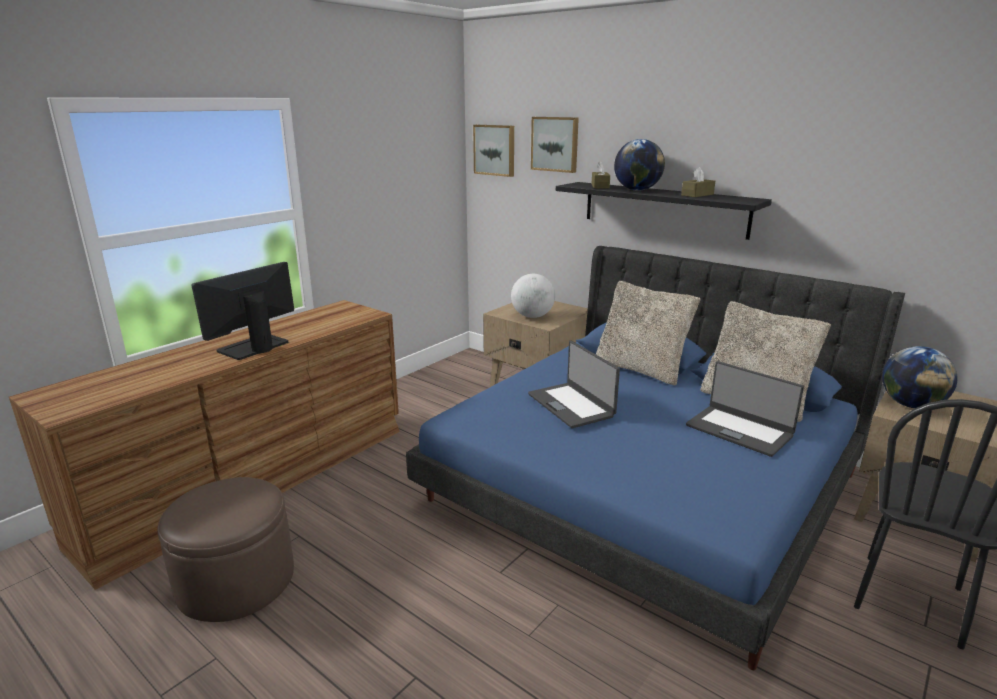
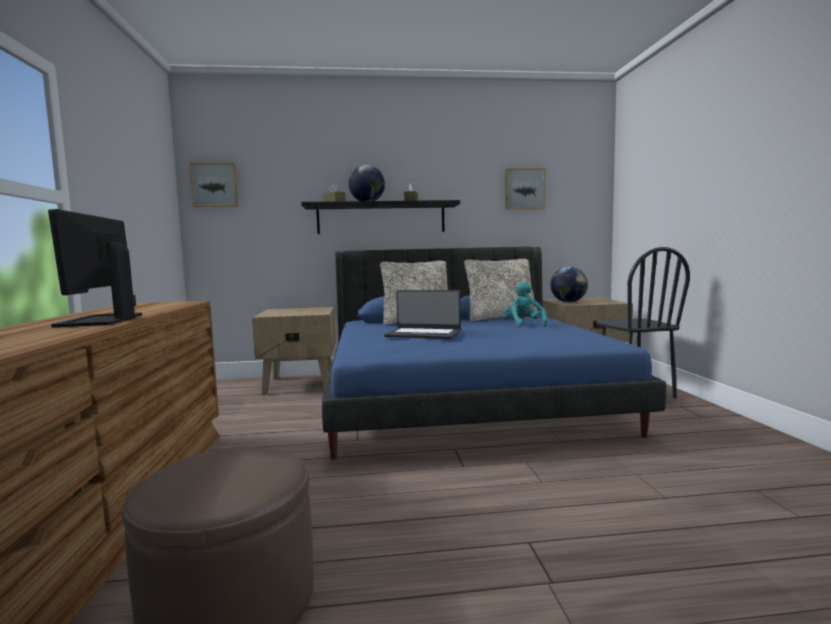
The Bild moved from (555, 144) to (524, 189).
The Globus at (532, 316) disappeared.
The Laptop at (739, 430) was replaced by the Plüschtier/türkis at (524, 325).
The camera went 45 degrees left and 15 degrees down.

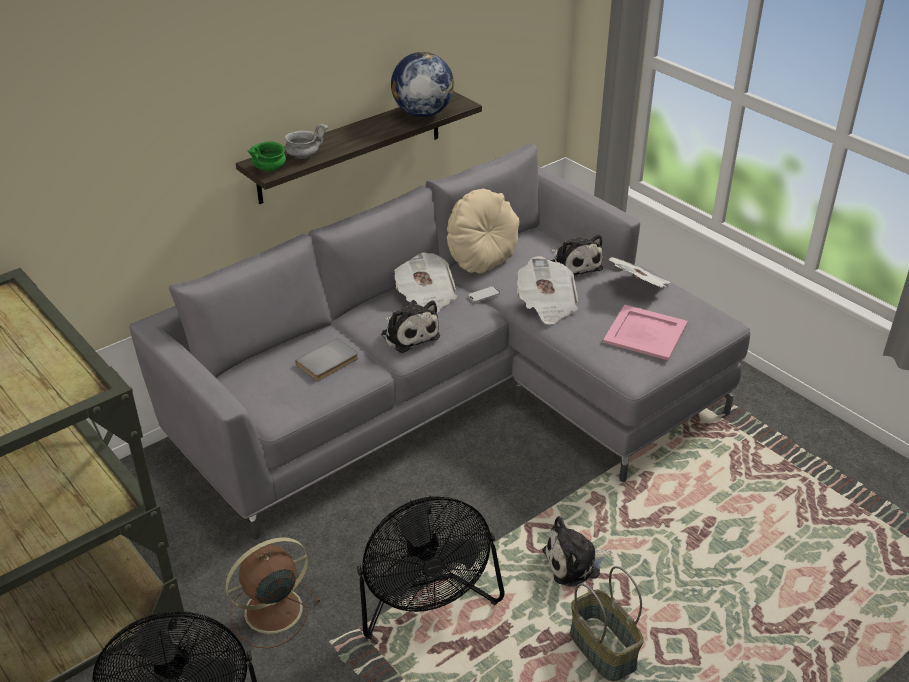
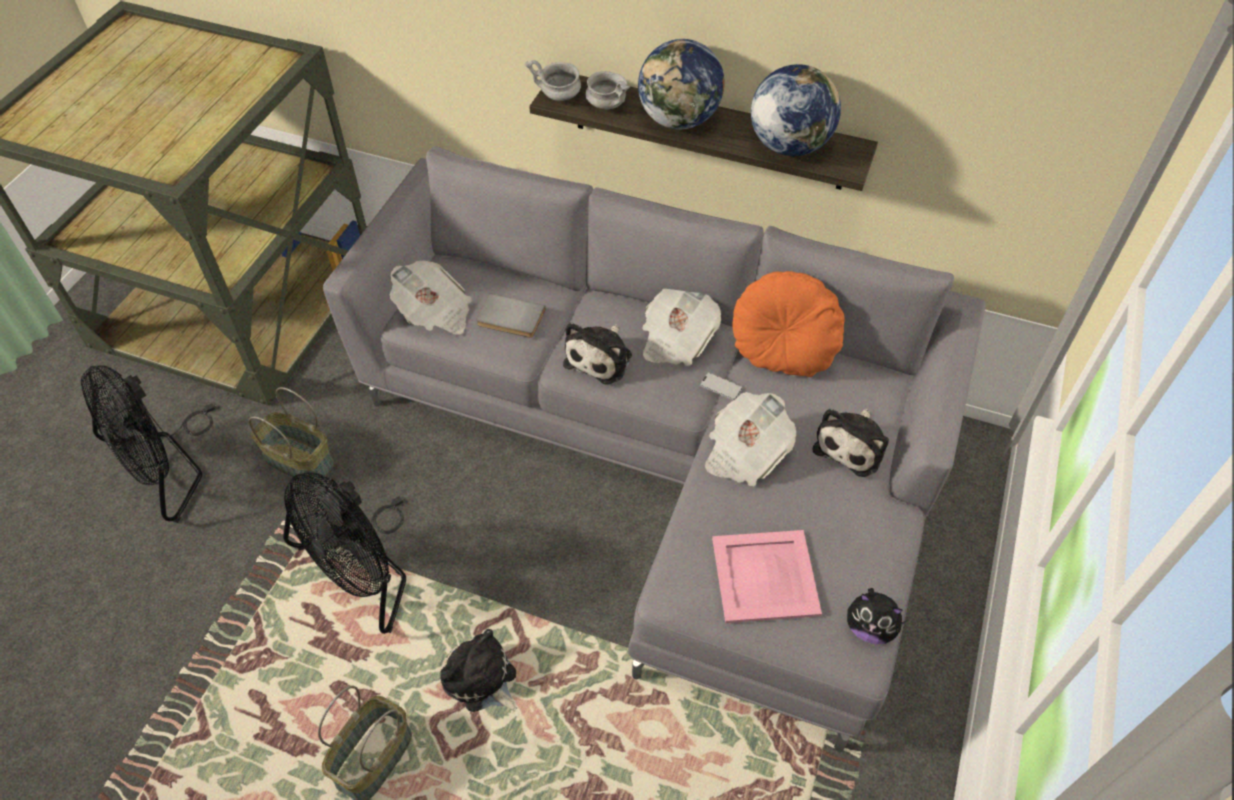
The Schüssel/grün at (269, 169) became the Schüssel/grau at (559, 96).
The Kissen/beige at (482, 262) became the Kissen/orange at (782, 357).
The Zeitung moved from (639, 287) to (435, 313).
The Ventilator/braun at (271, 611) was replaced by the Korb at (298, 461).
The Globus at (679, 120) appeared.
The Plüschtier at (870, 628) appeared.
The camera went 60 degrees right and 15 degrees up.

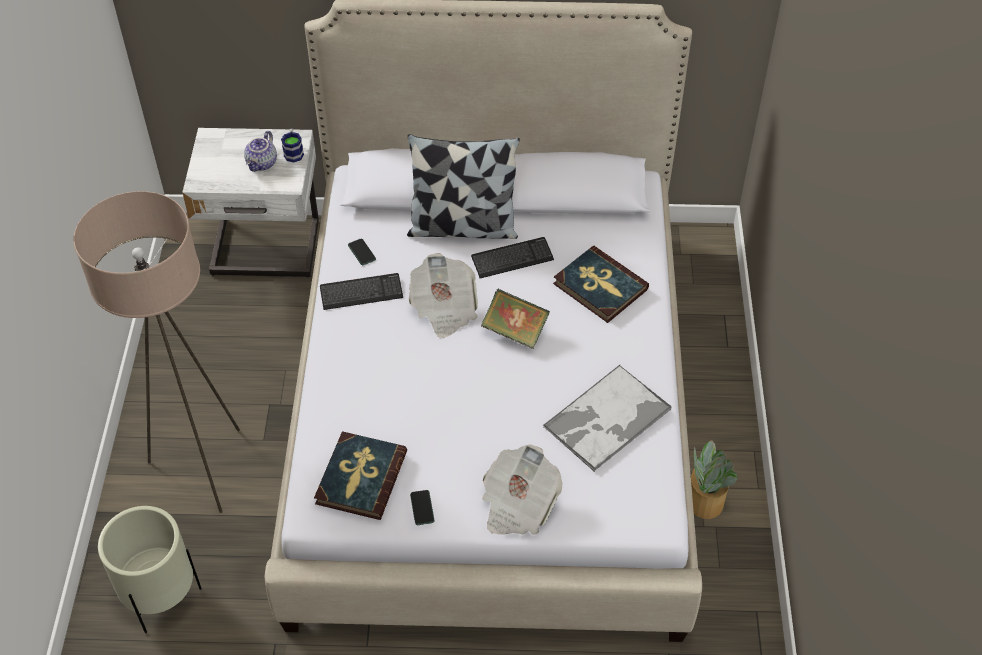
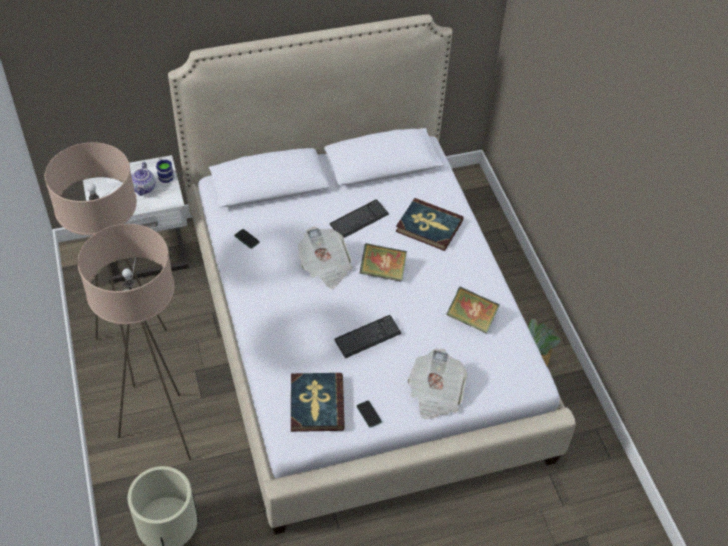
The Kissen at (463, 227) disappeared.
The Tastatur moved from (361, 293) to (367, 337).
The Tablett at (606, 419) was replaced by the Buch at (471, 319).
The Stehlampe/beige at (132, 352) appeared.
The camera went 20 degrees left and 0 degrees up.

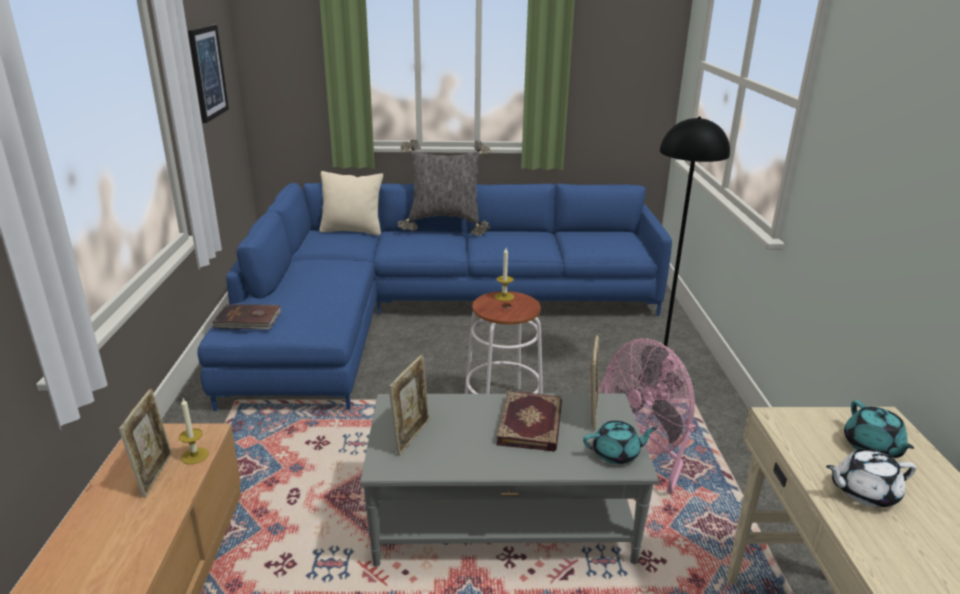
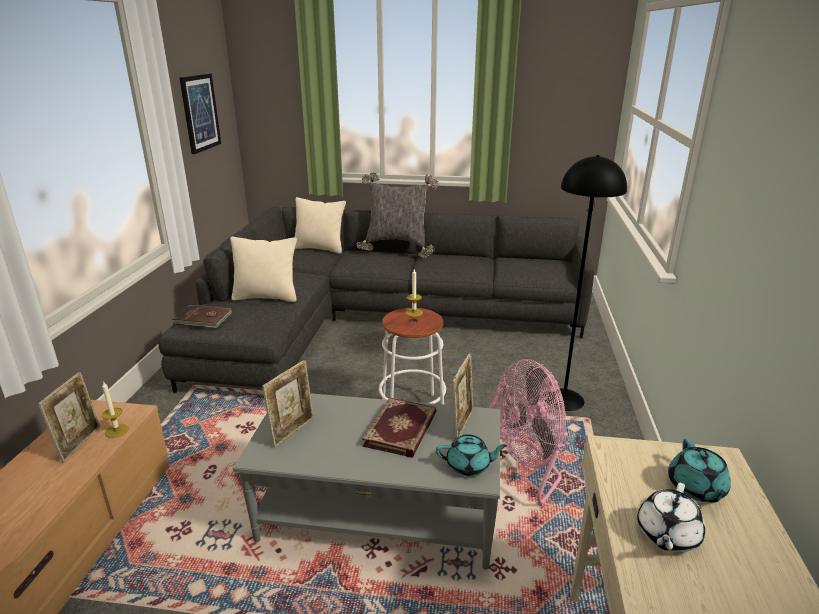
The Sofa/blau at (423, 311) became the Sofa/grau at (372, 321).
The Teekanne/weiß at (863, 492) turned 60 degrees counterclockwise.
The Kissen/beige at (266, 297) appeared.
The camera went 10 degrees right and 0 degrees up.

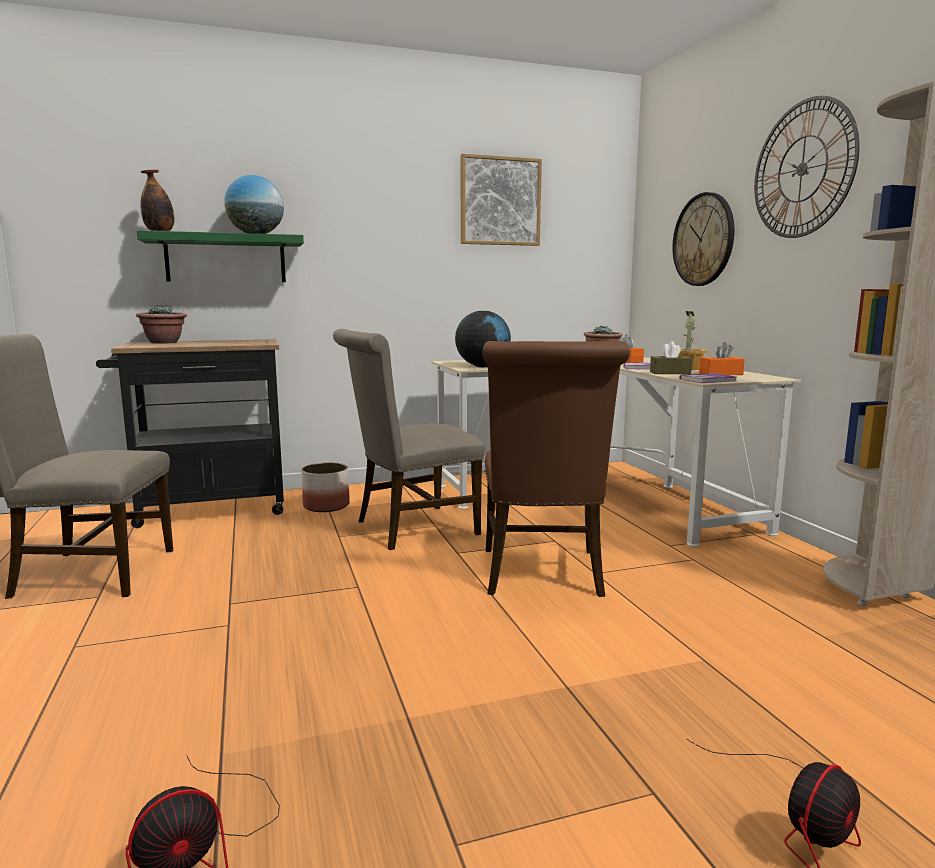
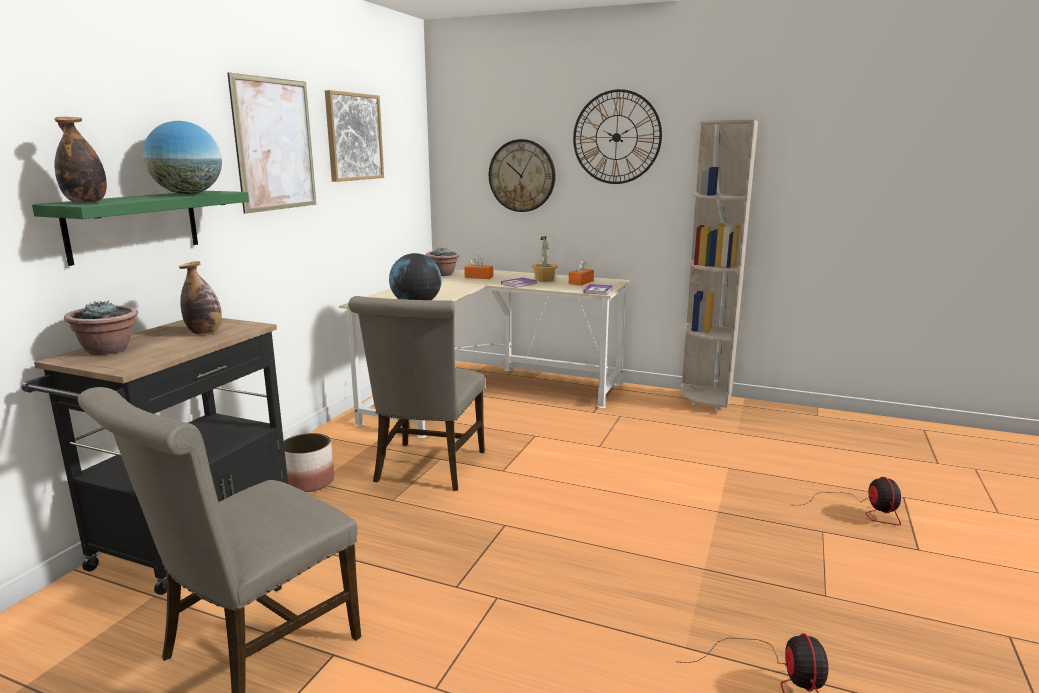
The Stuhl/braun at (543, 575) disappeared.
The Taschentuchbox/braun at (670, 373) disappeared.
The Bild at (275, 144) appeared.
The Flasche at (205, 332) appeared.
The camera went 50 degrees left and 5 degrees up.

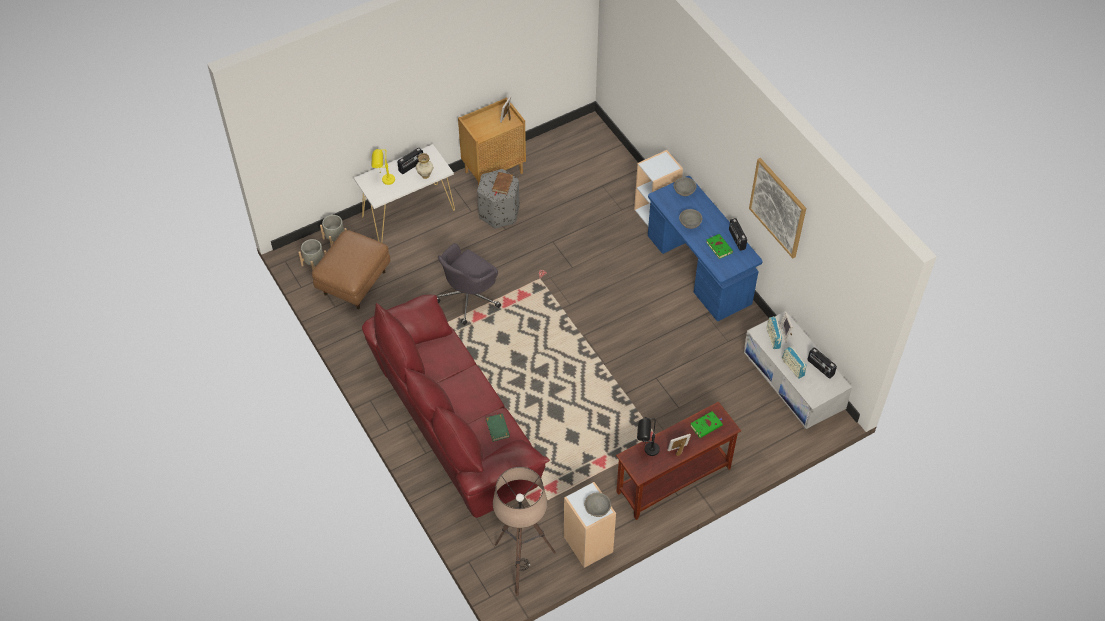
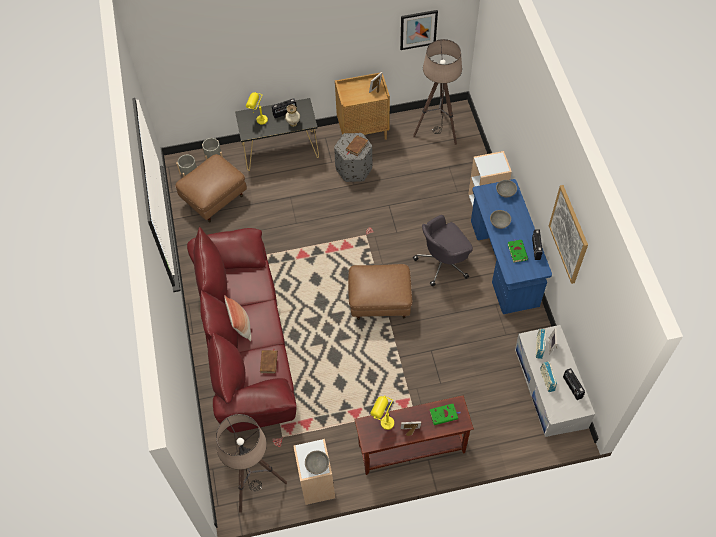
The Konsolentisch/weiß at (409, 213) became the Konsolentisch/schwarz at (281, 151).
The Bürostuhl/grau moved from (469, 297) to (443, 262).
The Buch/grün at (498, 428) became the Buch/braun at (269, 362).
The Tischlampe/schwarz at (646, 449) became the Tischlampe/gelb at (382, 421).
The Bild at (418, 29) appeared.
The Stehlampe at (437, 131) appeared.
The Polsterhocker/braun at (379, 303) appeared.
The Kissen at (241, 326) appeared.
The camera went 20 degrees right and 5 degrees up.

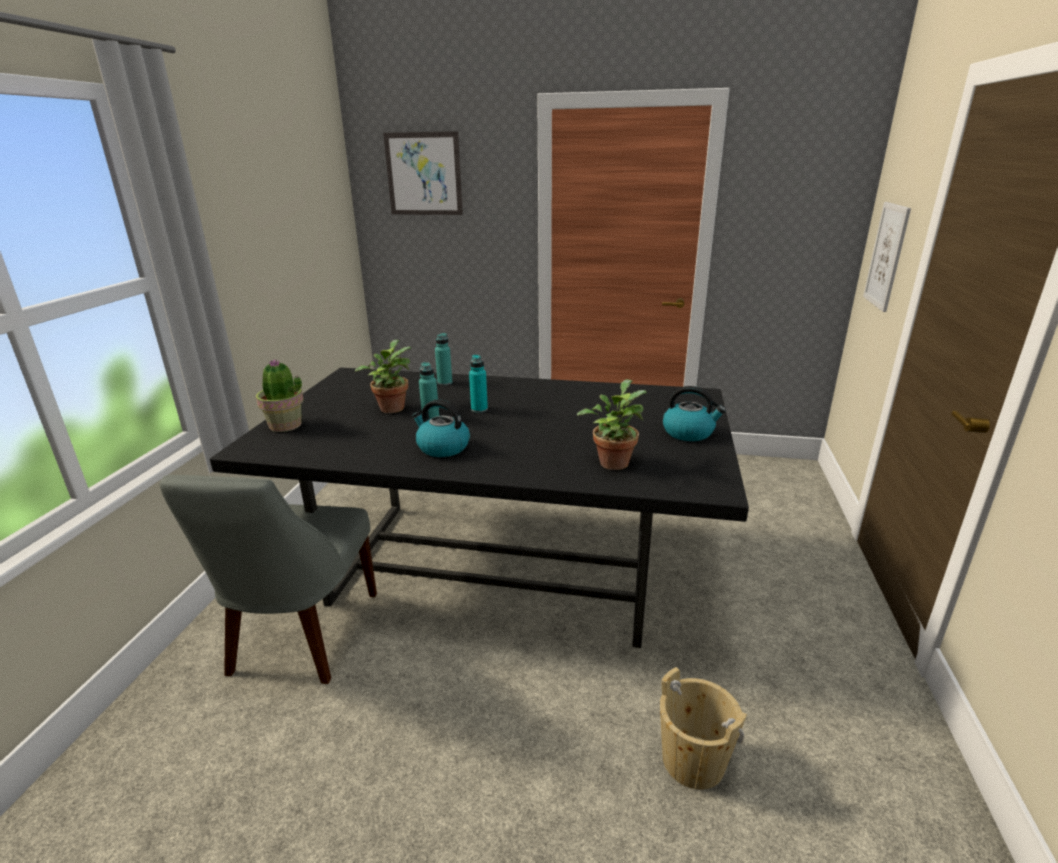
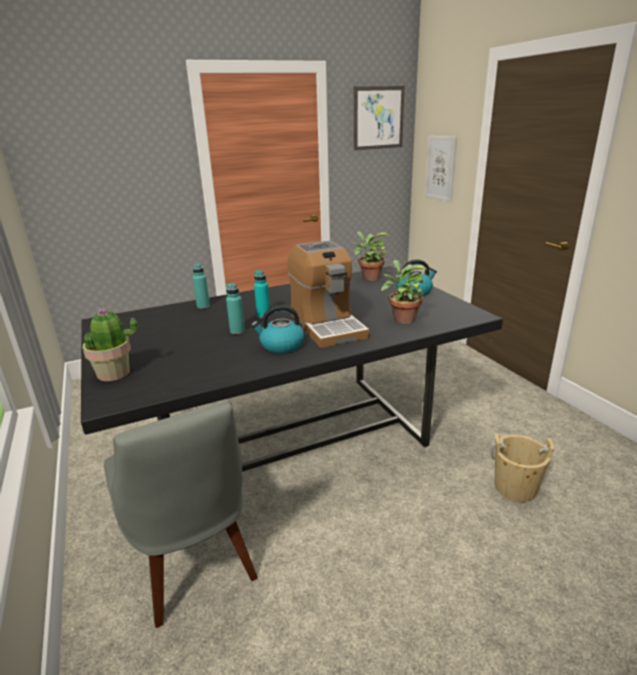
The Bild moved from (424, 174) to (378, 118).
The Topfpflanze moved from (392, 407) to (369, 278).
The Kaffeemaschine at (327, 325) appeared.
The camera went 35 degrees left and 0 degrees up.

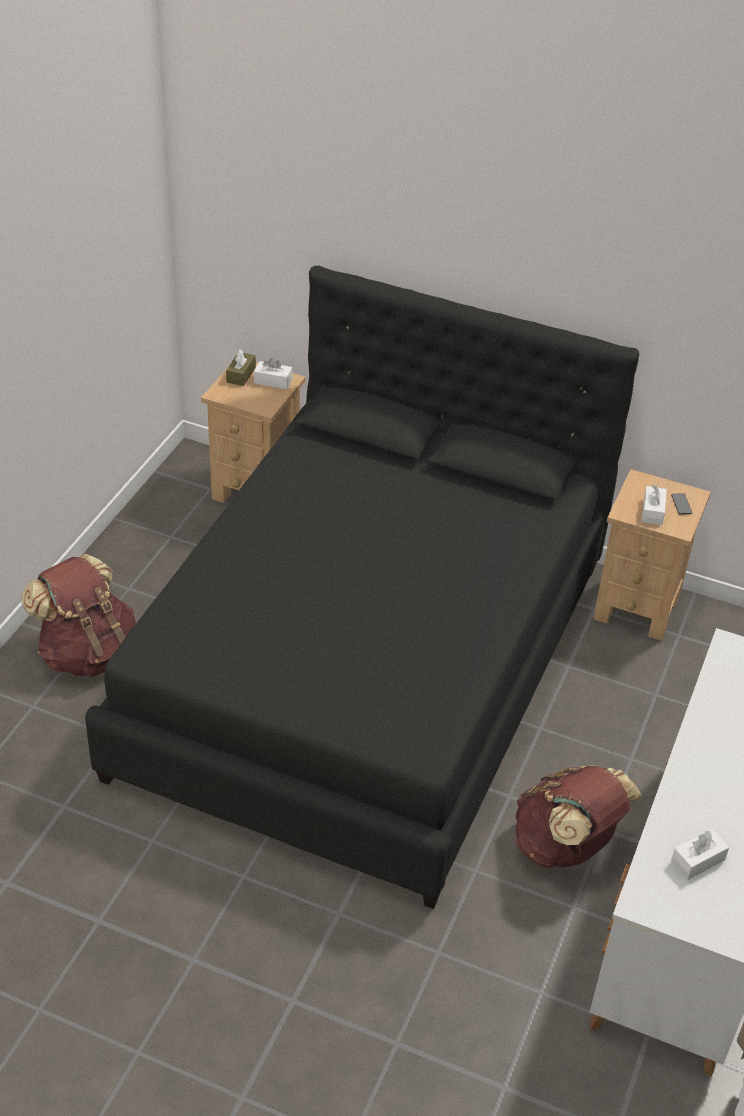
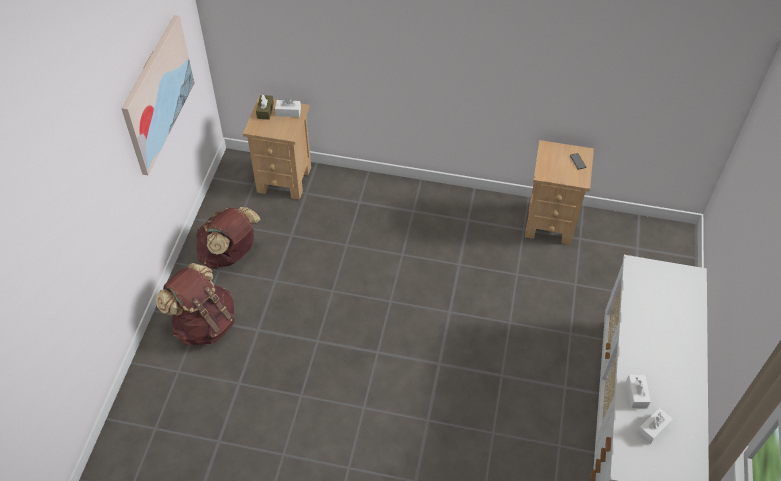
The Bett/schwarz at (367, 666) disappeared.
The Taschentuchbox/weiß moved from (652, 511) to (636, 394).
The Rucksack/braun moved from (565, 846) to (230, 254).
The Bild at (157, 94) appeared.
The camera went 10 degrees left and 10 degrees up.

